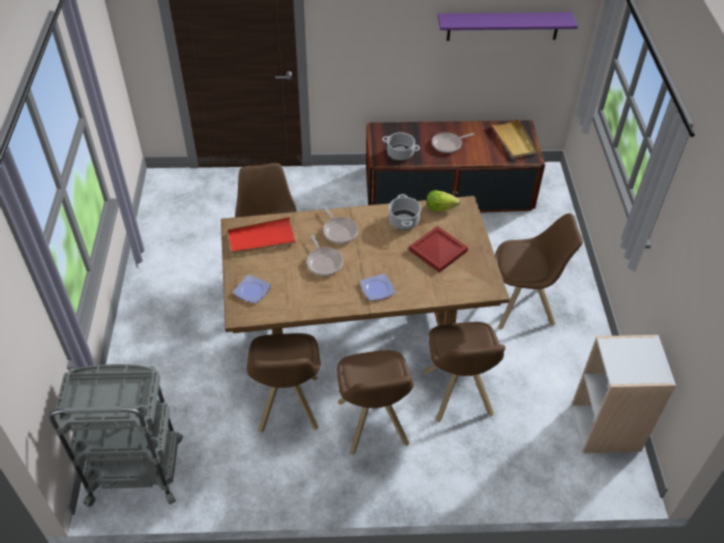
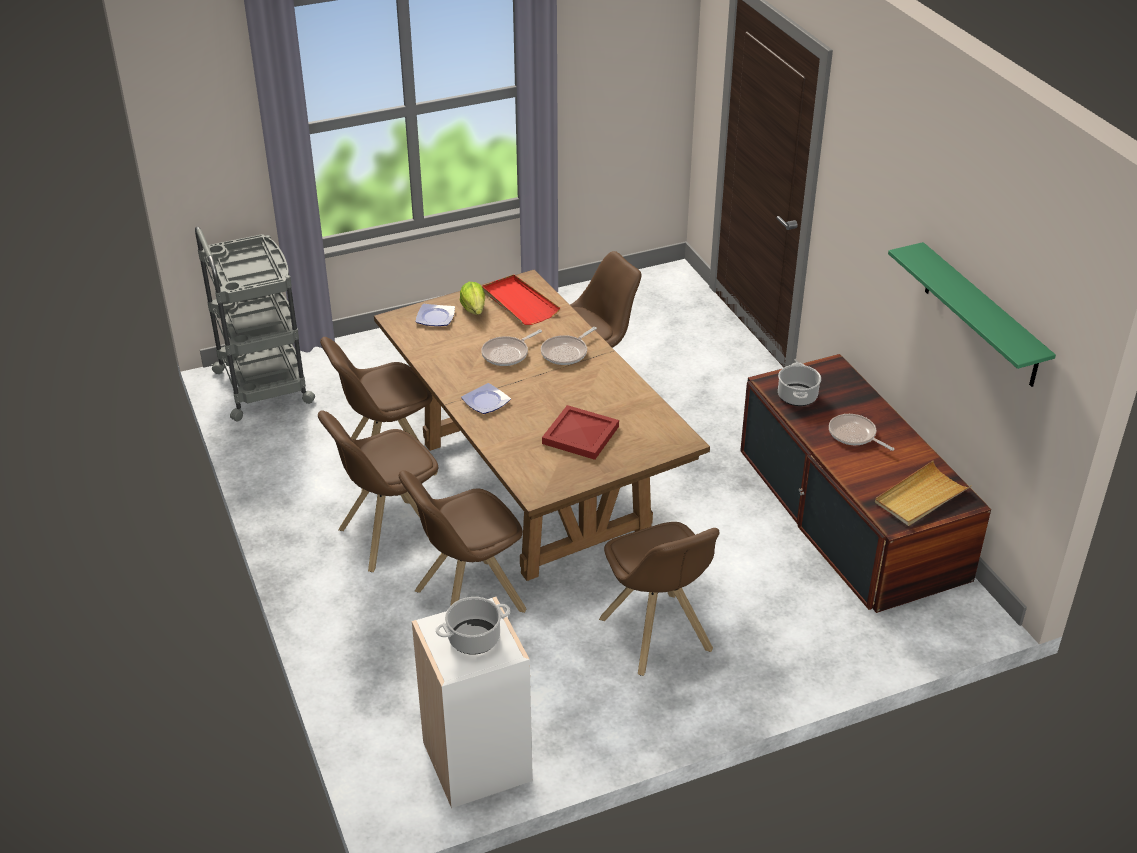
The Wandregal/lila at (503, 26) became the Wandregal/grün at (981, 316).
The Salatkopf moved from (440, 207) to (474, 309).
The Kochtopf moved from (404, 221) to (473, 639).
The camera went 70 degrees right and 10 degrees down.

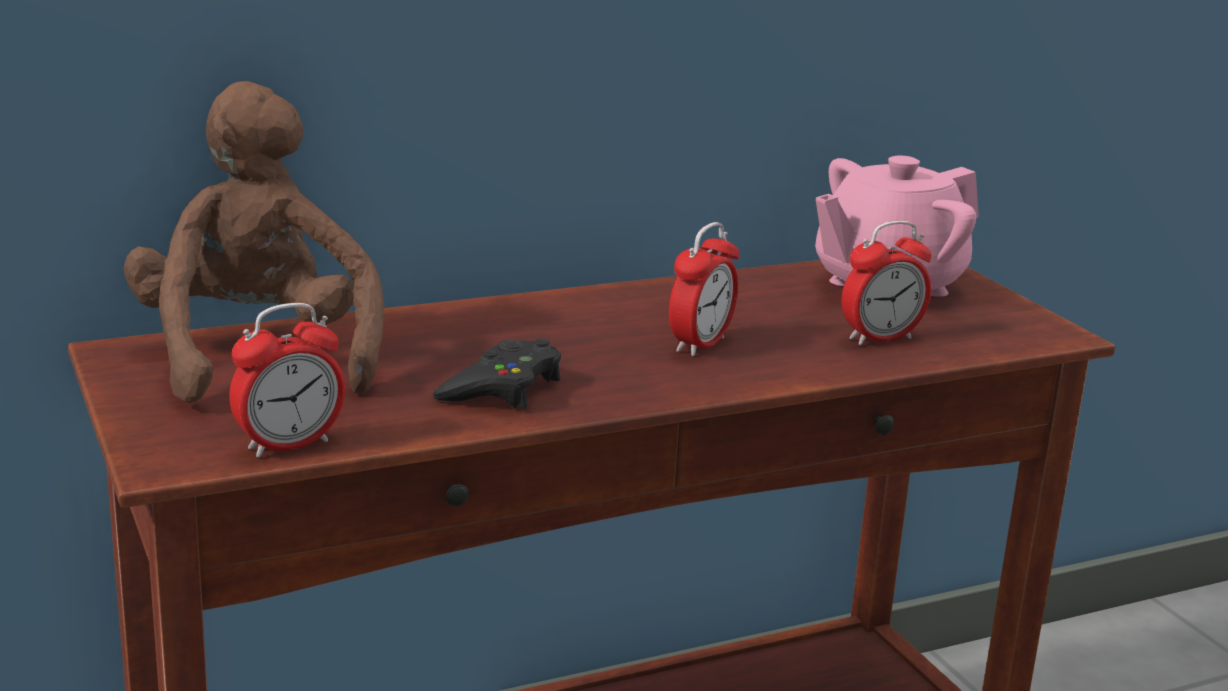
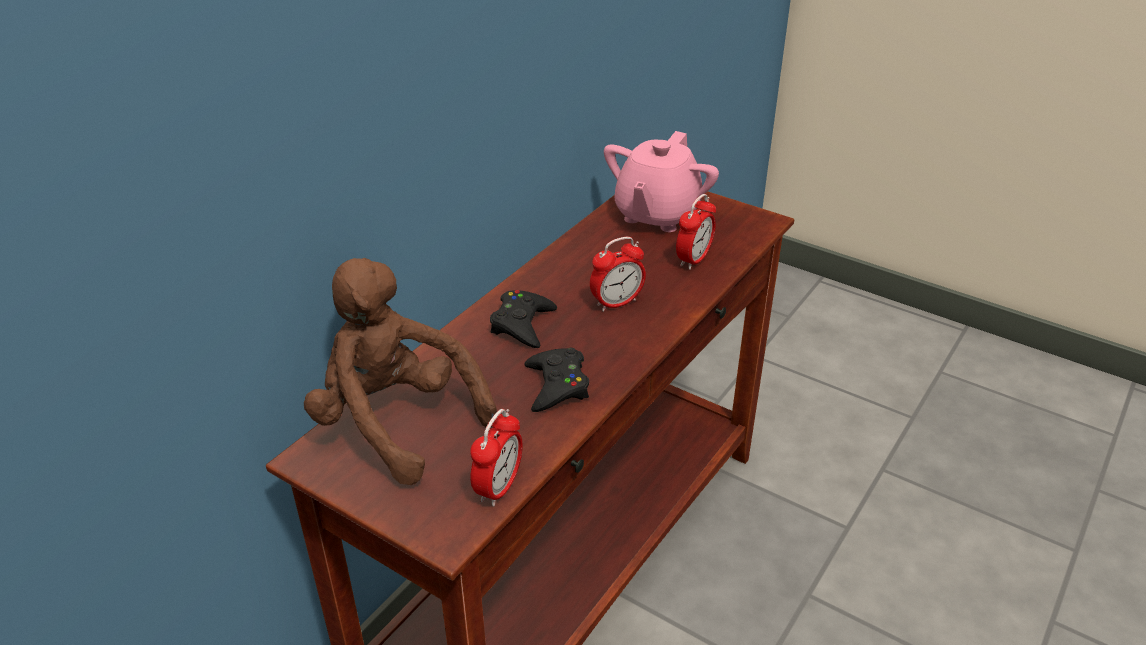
The Wecker at (700, 344) turned 60 degrees clockwise.
The Gamepad/schwarz at (522, 324) appeared.
The camera went 30 degrees left and 15 degrees up.

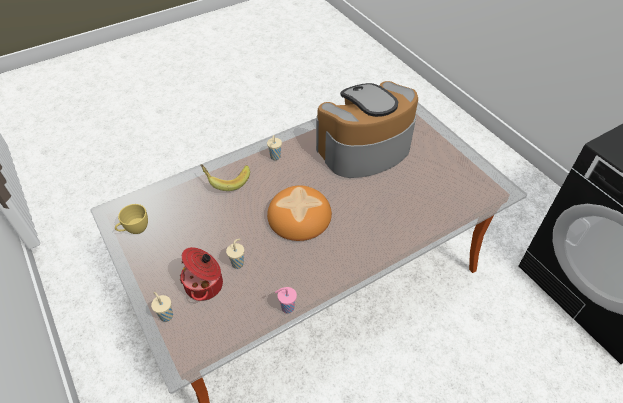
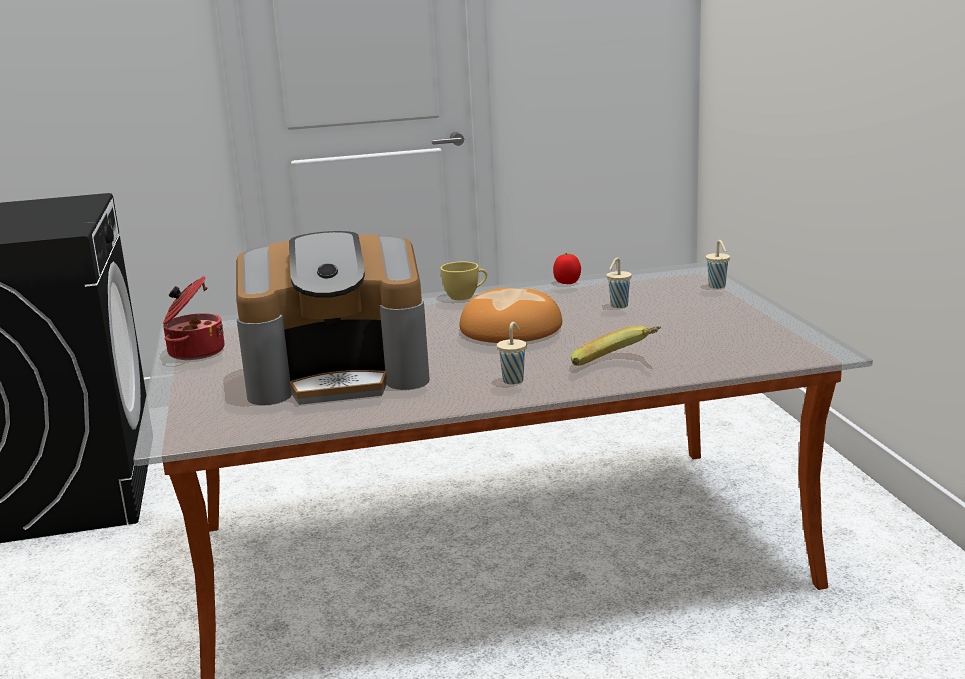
The Tasse/gelb moved from (134, 229) to (465, 296).
The Kochtopf moved from (205, 285) to (195, 351).
The Tasse/rosa at (287, 307) was replaced by the Tomate at (567, 283).
The camera went 160 degrees left and 30 degrees down.

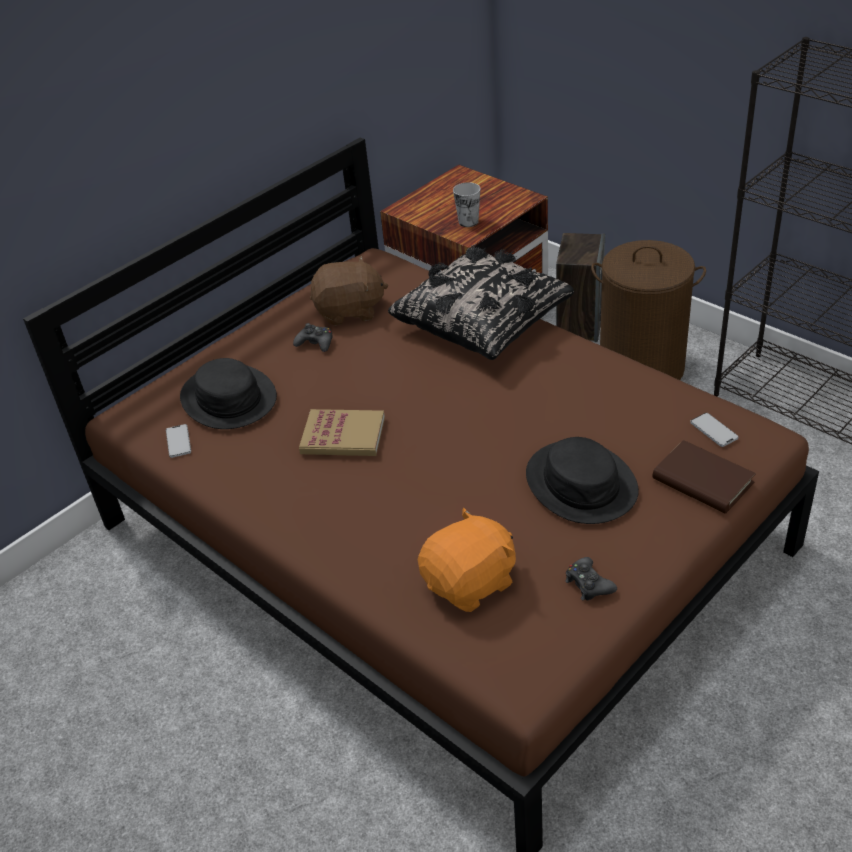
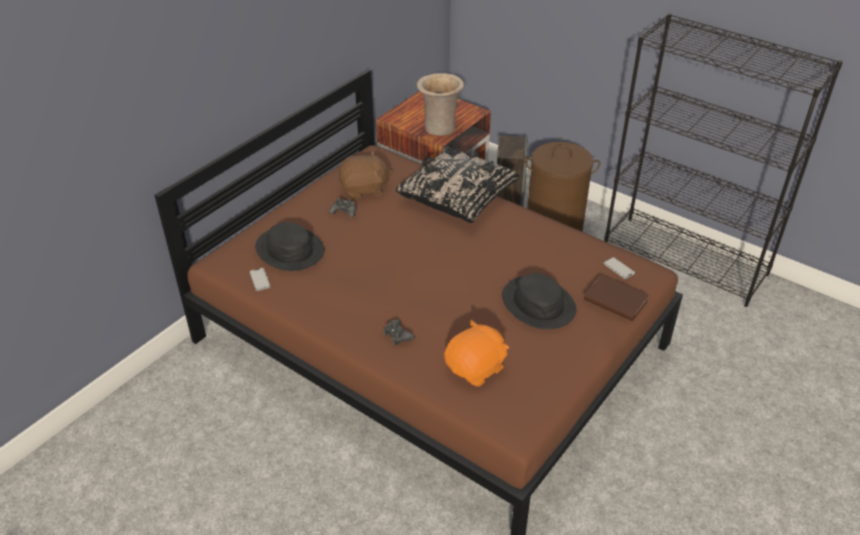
The Tasse at (468, 222) was replaced by the Vase/beige at (439, 128).
The Buch at (343, 436) disappeared.
The Gamepad/schwarz moved from (588, 584) to (397, 335).
The camera went 10 degrees left and 0 degrees up.

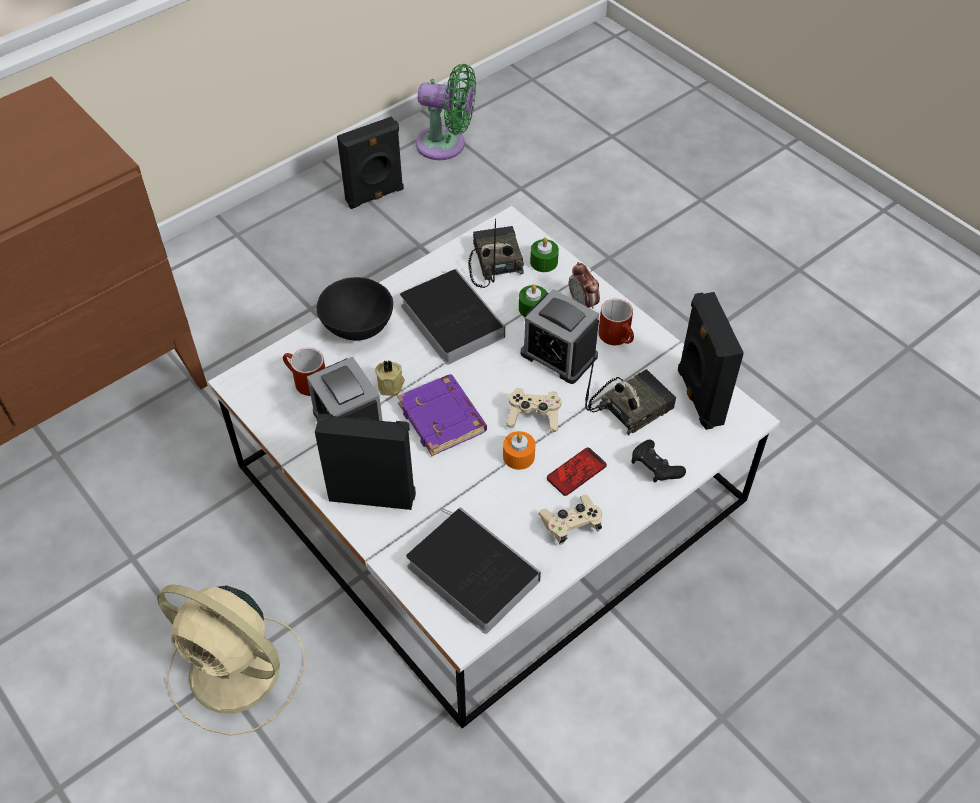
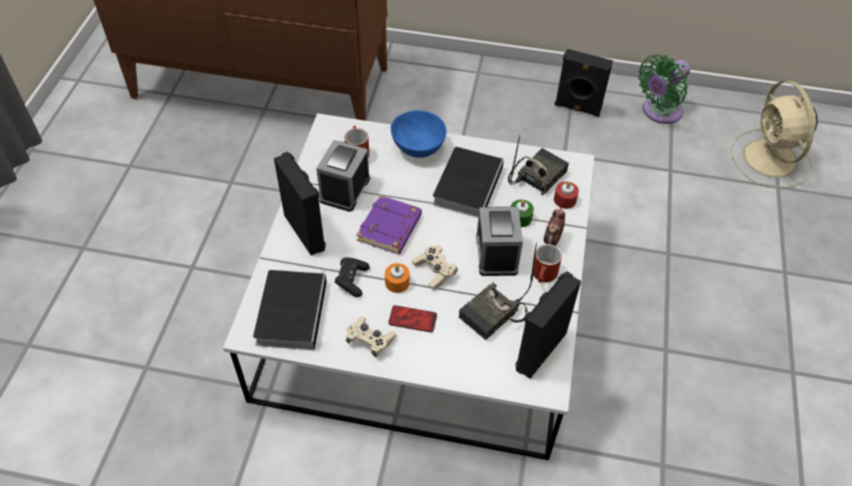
The Ventilator/grün at (446, 145) turned 75 degrees clockwise.
The Kerze/grün at (544, 262) became the Kerze/rot at (565, 200).
The Schüssel/schwarz at (356, 326) became the Schüssel/blau at (418, 146).
The Radio at (630, 406) turned 120 degrees clockwise.
The Kerze/beige at (391, 385) disappeared.
The Gamepad/schwarz moved from (654, 468) to (352, 280).
The Ventilator/beige moved from (238, 672) to (770, 160).
The camera went 50 degrees right and 0 degrees up.

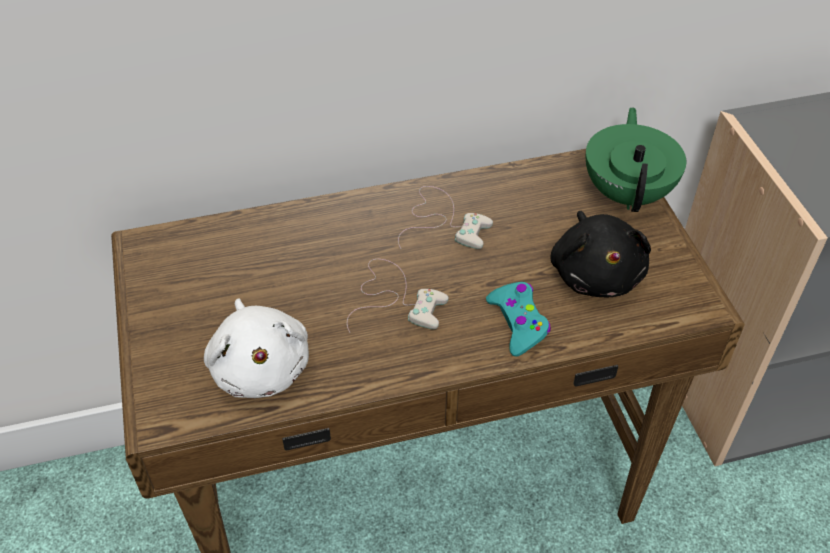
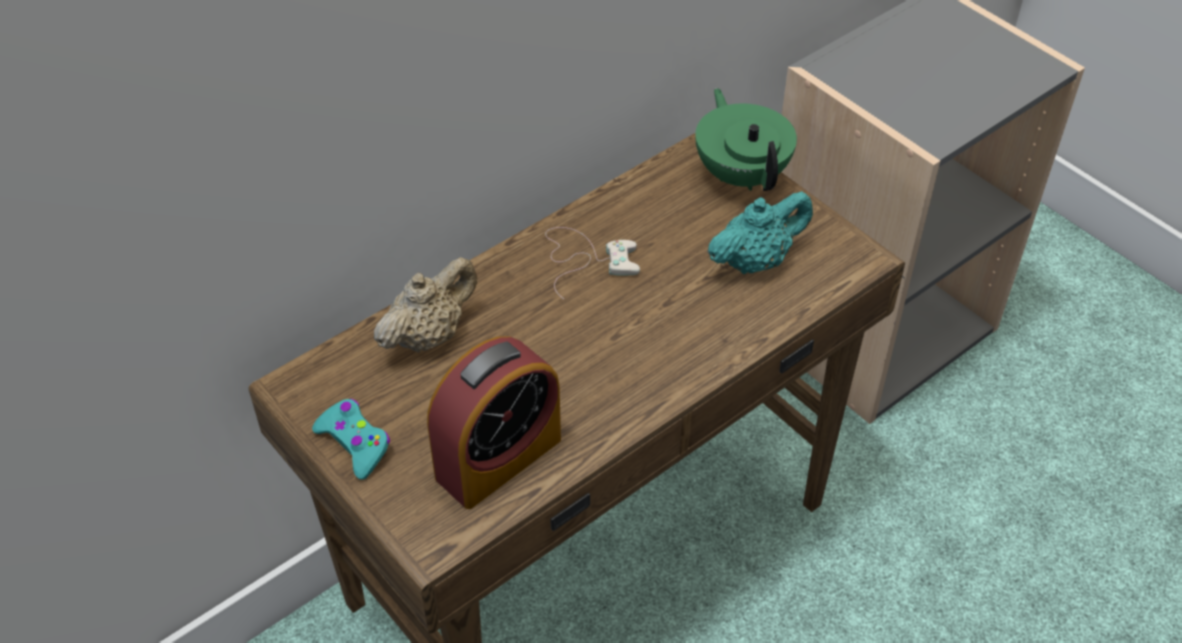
The Plüschtier/schwarz at (596, 273) was replaced by the Teekanne/türkis at (755, 260).
The Gamepad/weiß at (395, 298) disappeared.
The Gamepad/türkis moved from (518, 323) to (355, 443).
The Plüschtier/weiß at (260, 366) was replaced by the Wecker at (498, 458).
The Teekanne/beige at (429, 335) appeared.
The camera went 25 degrees left and 0 degrees up.

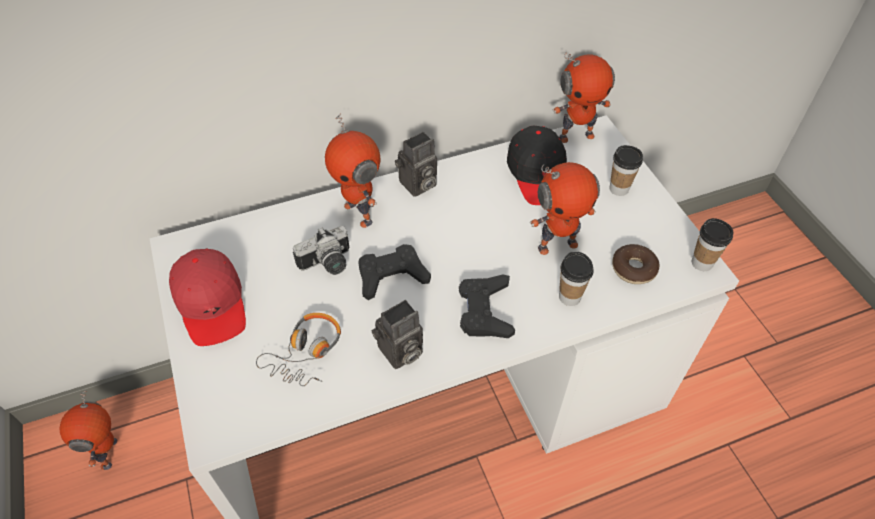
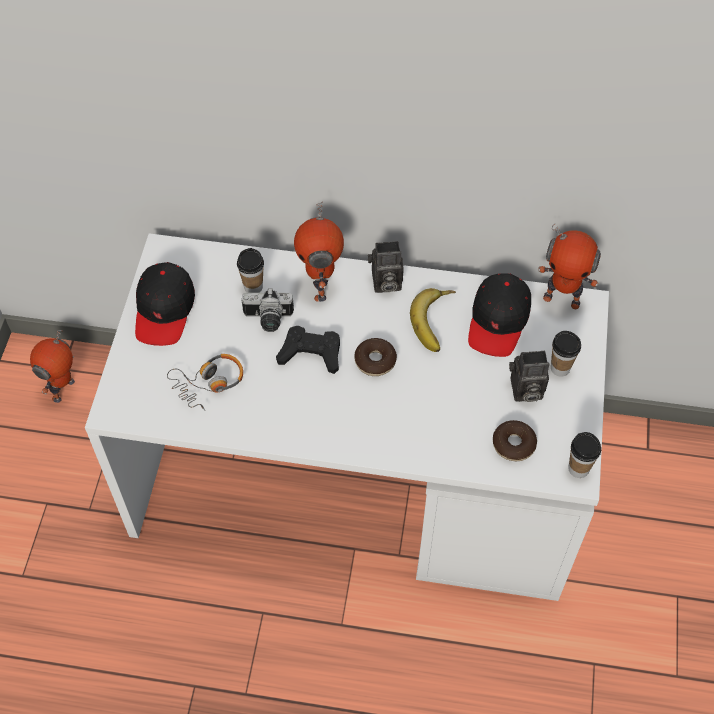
The Spielzeugroboter at (557, 244) disappeared.
The Kappe/rot at (212, 303) became the Kappe/schwarz at (164, 310).
The Tasse moved from (569, 297) to (253, 287).
The Gamepad/schwarz at (485, 310) disappeared.
The Kamera moved from (400, 353) to (524, 391).
The Banane at (437, 322) appeared.
The Donut at (375, 361) appeared.
The camera went 30 degrees right and 5 degrees up.

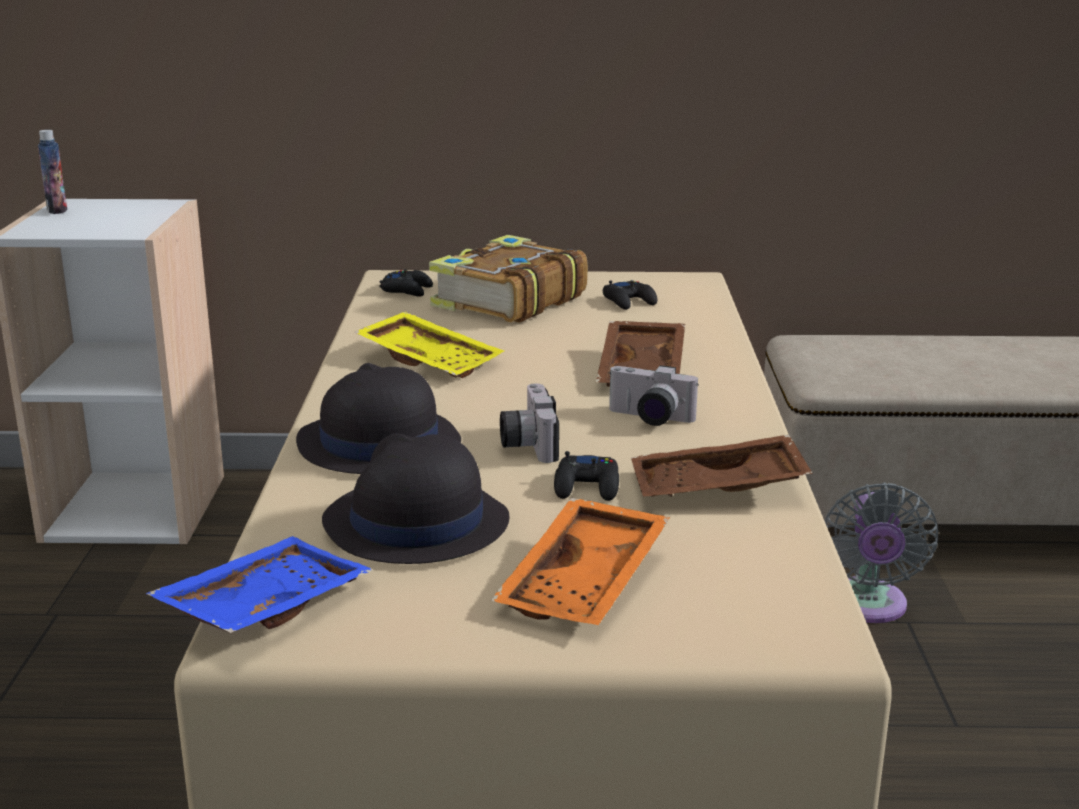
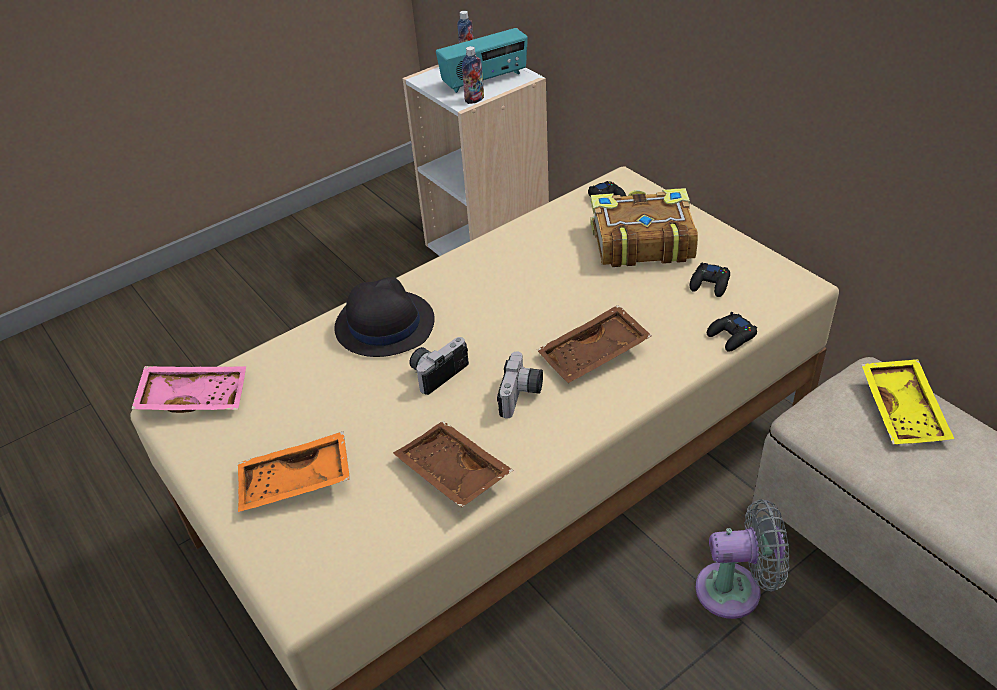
The Tablett/gelb moved from (431, 360) to (904, 410).
The Kamera at (648, 419) turned 150 degrees counterclockwise.
The Hut/schwarz at (415, 523) disappeared.
The Gamepad/schwarz moved from (587, 487) to (731, 336).
The Ventilator/grau at (866, 607) turned 150 degrees counterclockwise.
The Tablett/blau at (263, 606) became the Tablett/rosa at (195, 396).
The Radio at (485, 80) appeared.
The Flasche at (474, 99) appeared.
The camera went 55 degrees right and 20 degrees up.

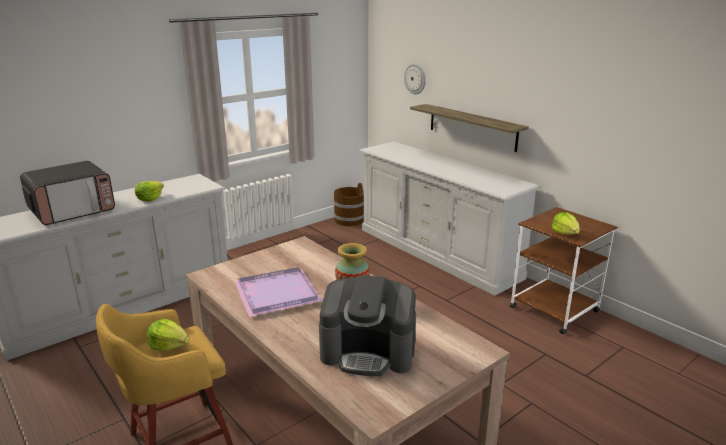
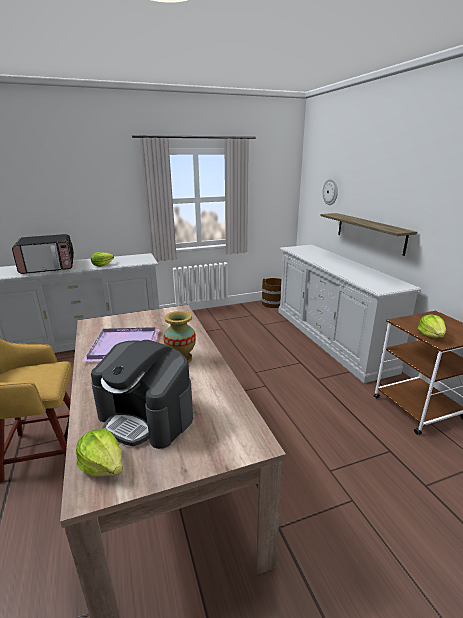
The Salatkopf moved from (169, 345) to (103, 465).
The camera went 20 degrees right and 0 degrees up.

